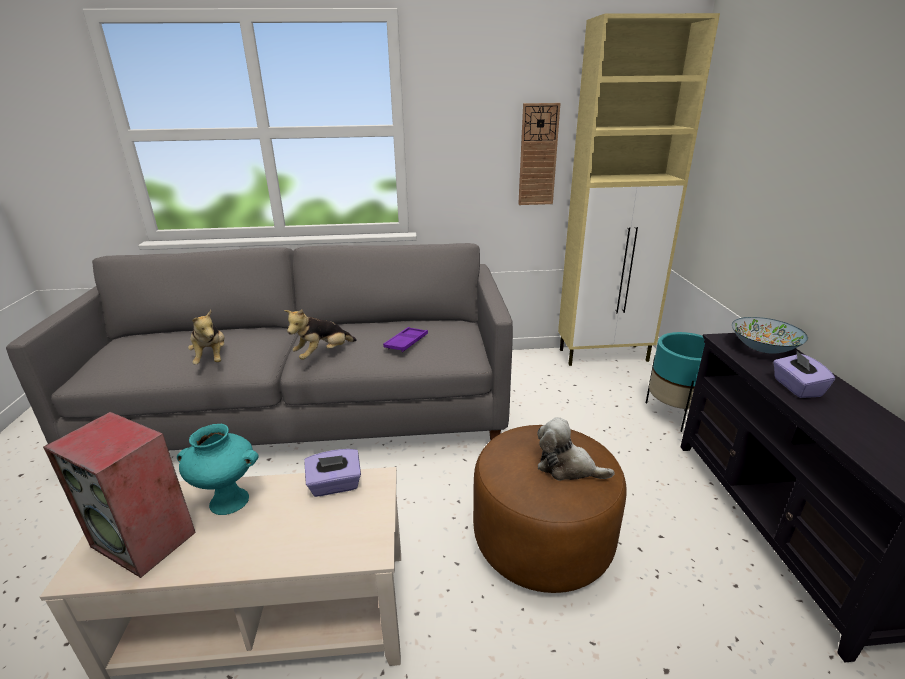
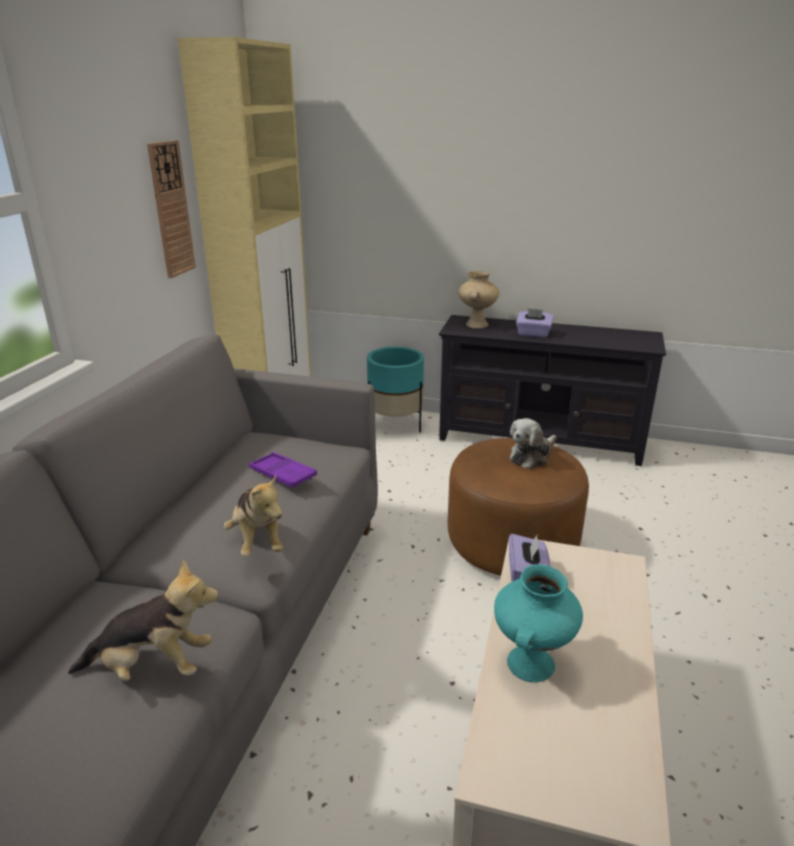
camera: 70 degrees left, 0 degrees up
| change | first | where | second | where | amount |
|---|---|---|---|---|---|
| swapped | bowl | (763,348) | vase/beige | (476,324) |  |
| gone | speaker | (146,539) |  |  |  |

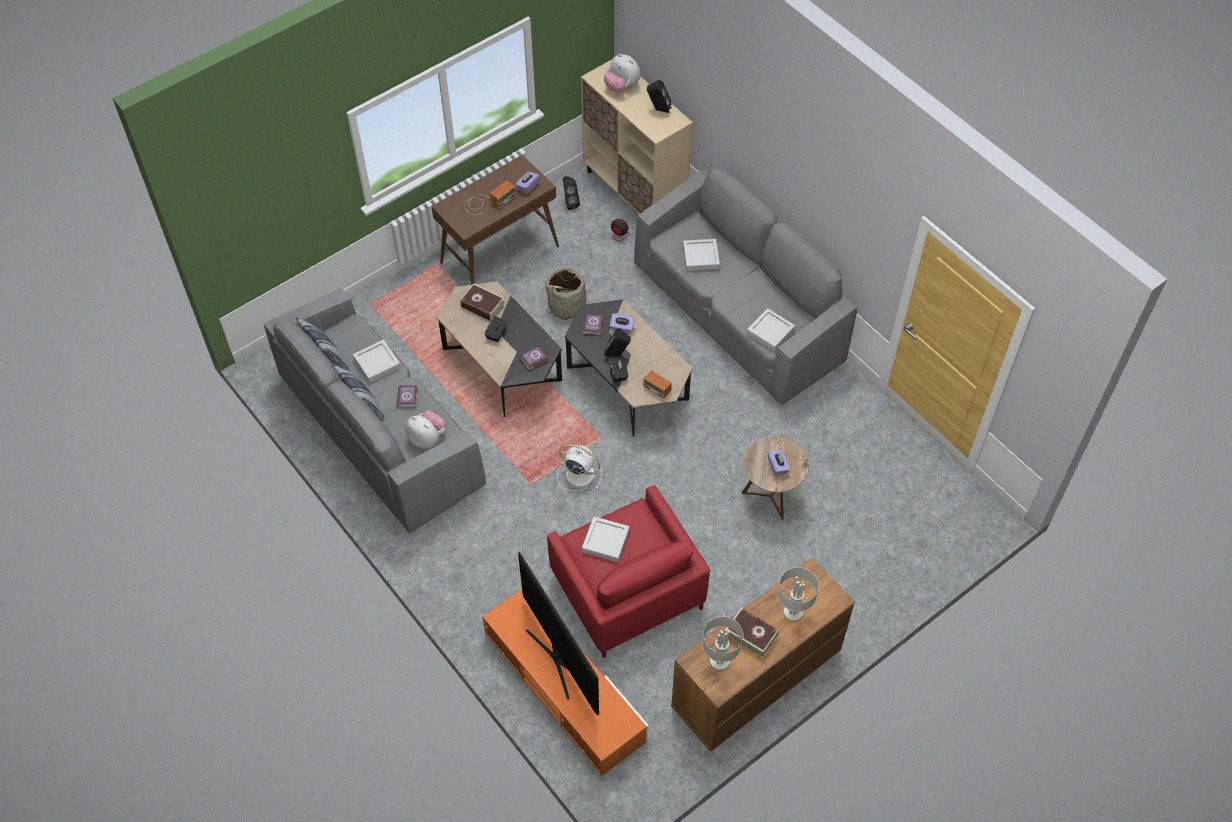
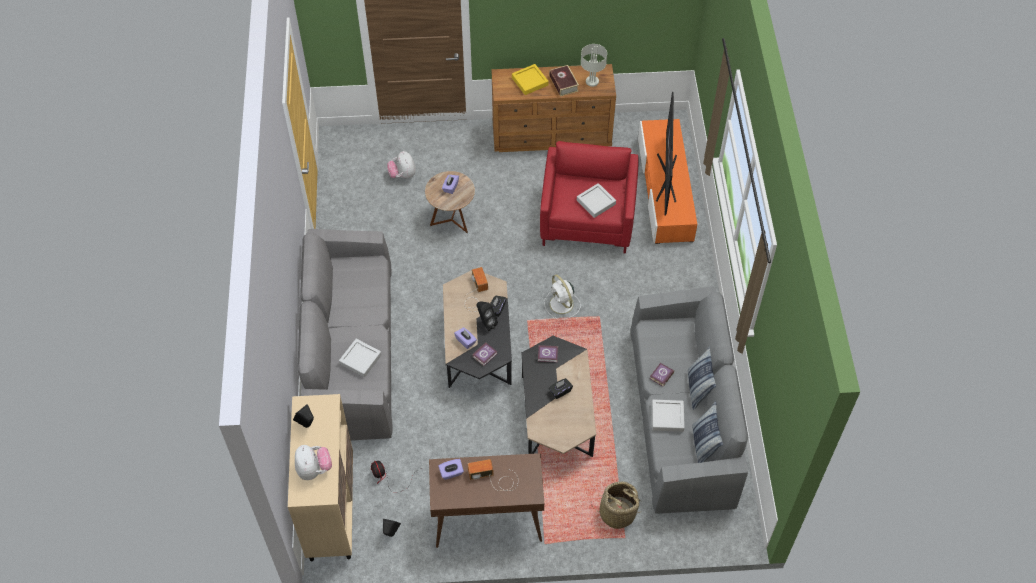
camera: 145 degrees left, 0 degrees up
| change | first | where | second | where | amount |
|---|---|---|---|---|---|
| shifted | plush toy | (427,439) |  | (402,175) |  |
| swapped | table lamp/grey | (793,612) | tray/yellow | (530,81) |  |
| shifted | basket | (567,305) |  | (617,513) |  |
| gone | book | (482,306) |  |  |  |
| gone | tray/grey | (770,332) |  |  |  |

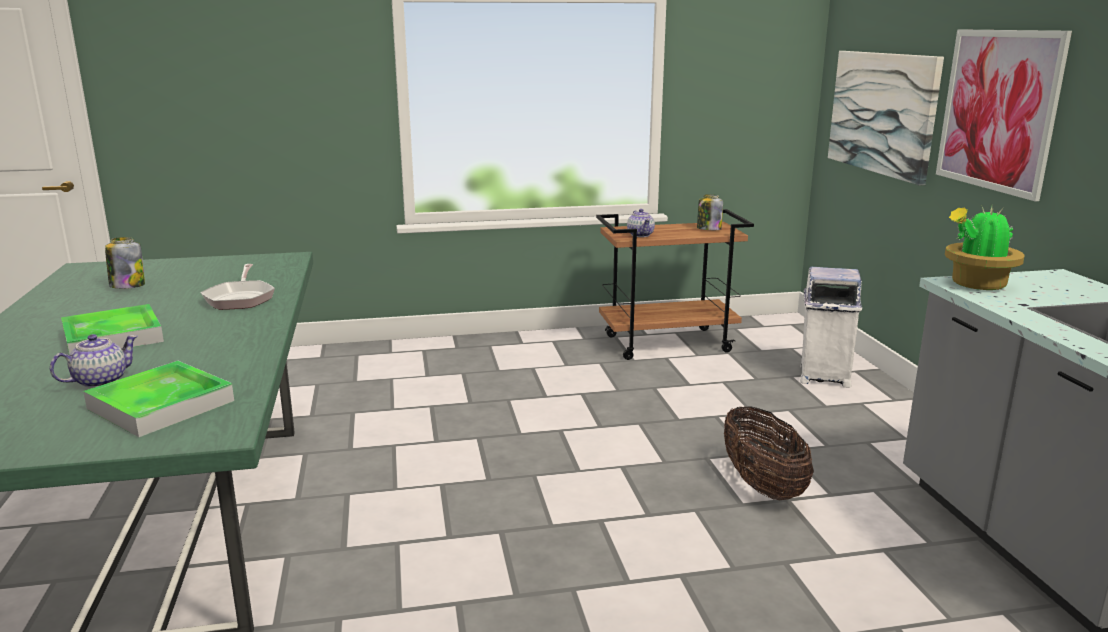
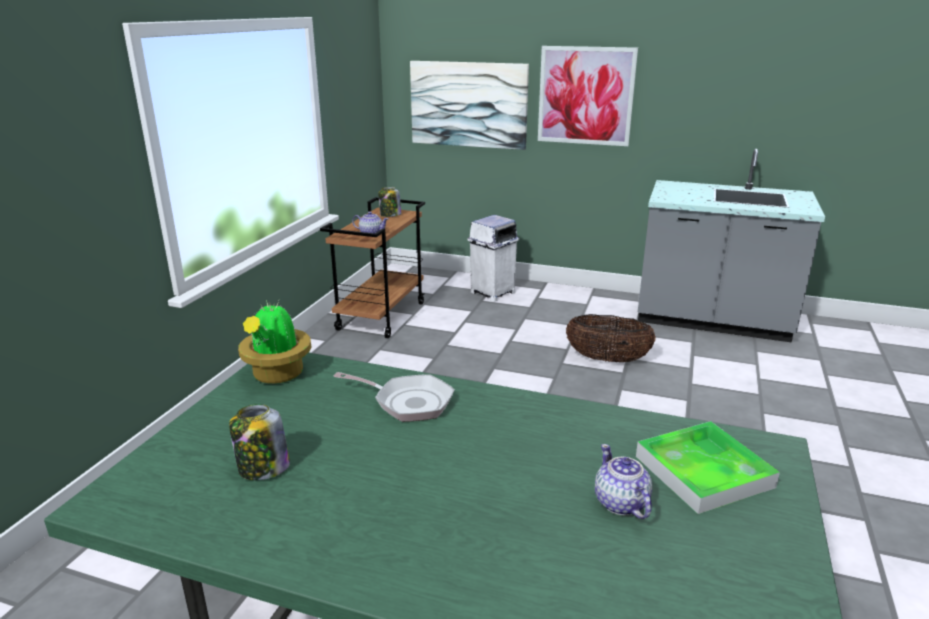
camera: 60 degrees left, 5 degrees up
| change | first | where | second | where | amount |
|---|---|---|---|---|---|
| shifted | potted plant | (976,285) |  | (277,375) |  |
| gone | tray | (113,337) |  |  |  |

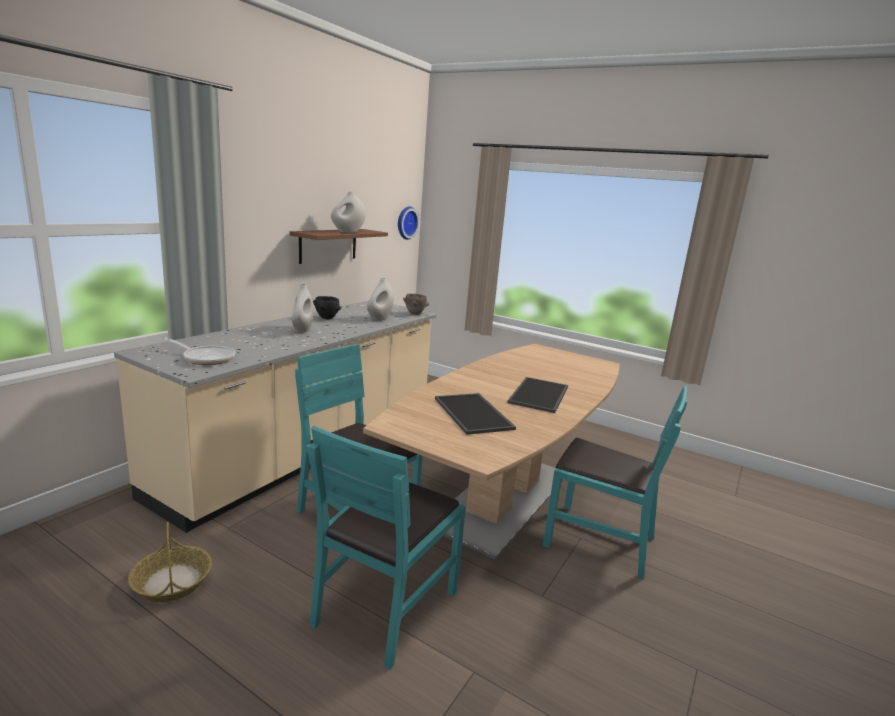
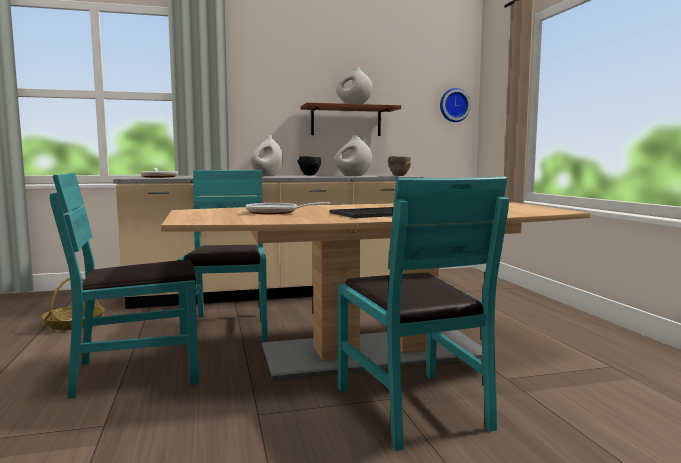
camera: 45 degrees right, 10 degrees down
| change | first | where | second | where | amount |
|---|---|---|---|---|---|
| swapped | tray | (474,413) | frying pan | (276,213) |  |

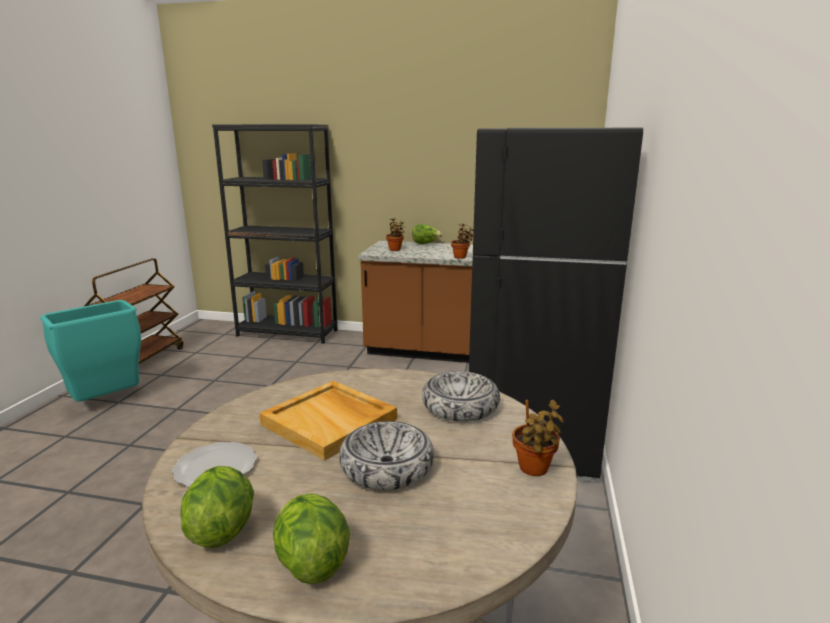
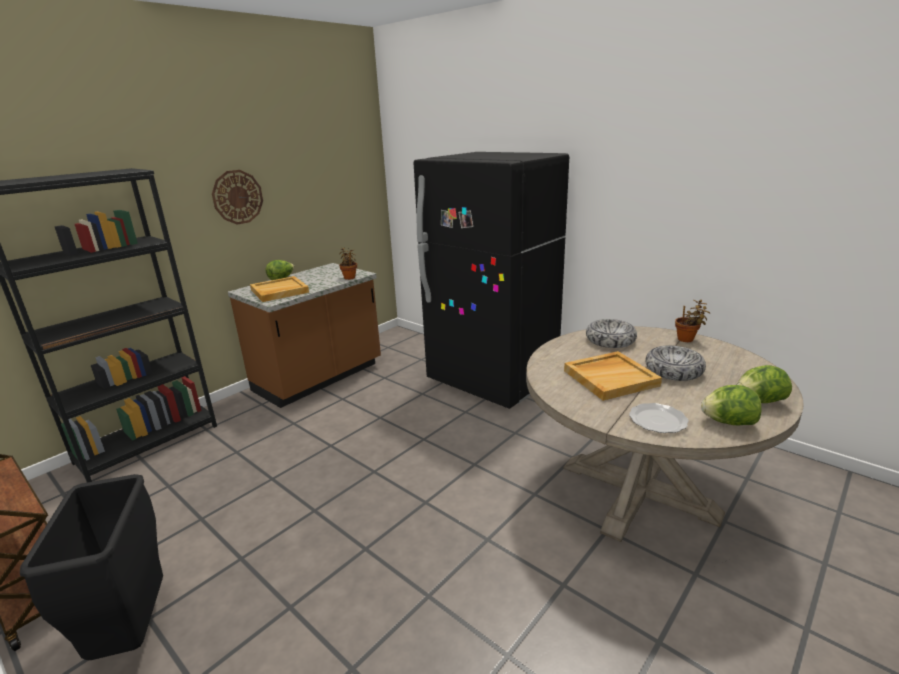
camera: 60 degrees left, 5 degrees up
| change | first | where | second | where | amount |
|---|---|---|---|---|---|
| repainted | trash can/turquoise | (107,402) | trash can/black | (132,632) |  |
| new |  |  | wall clock | (237,197) |  |
| swapped | potted plant | (395,249) | tray/beige | (279,291) |  |

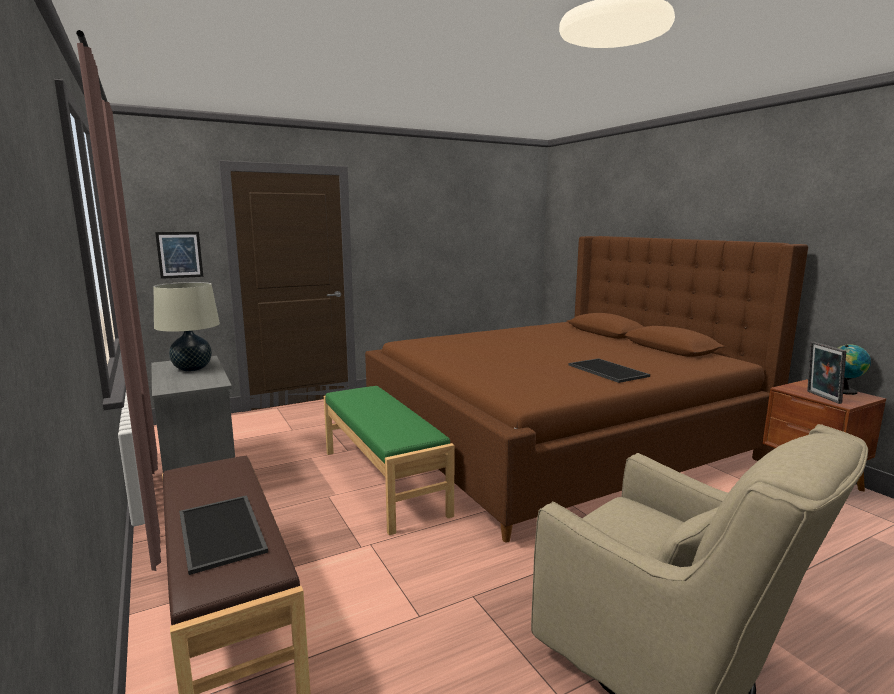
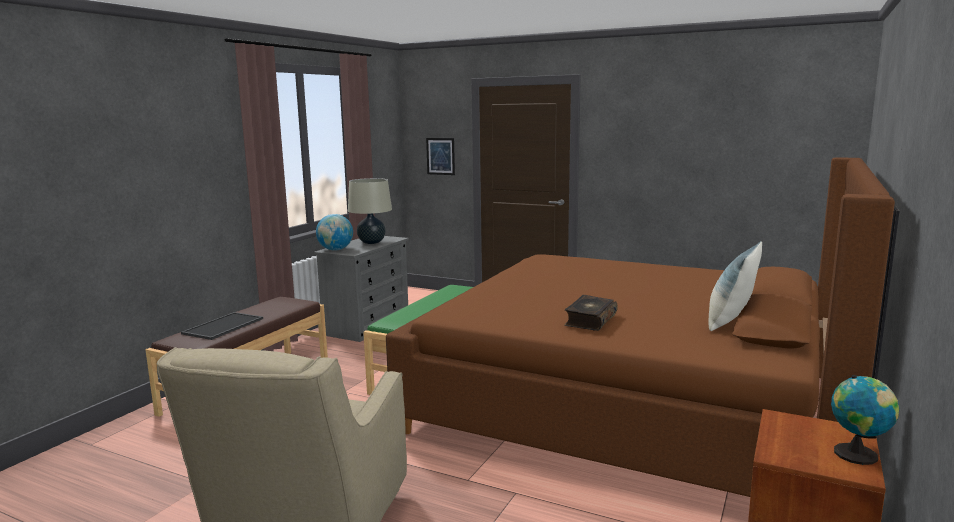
camera: 55 degrees right, 0 degrees up
| change | first | where | second | where | amount |
|---|---|---|---|---|---|
| new |  |  | globe | (335,250) |  |
| swapped | tray | (606,370) | book | (589,320) |  |
| new |  |  | pillow | (730,322) |  |
| gone | picture frame | (821,397) |  |  |  |

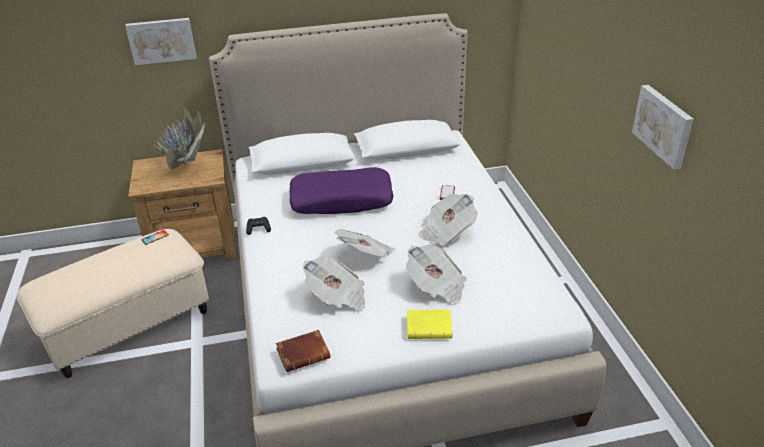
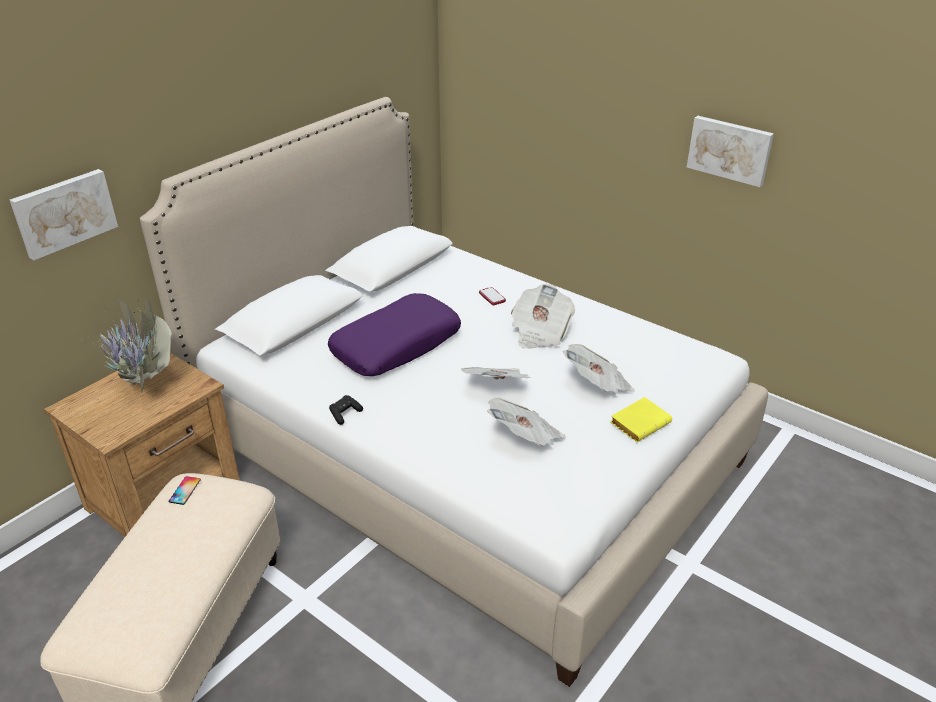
camera: 40 degrees left, 0 degrees up
| change | first | where | second | where | amount |
|---|---|---|---|---|---|
| gone | book/brown | (304,353) |  |  |  |

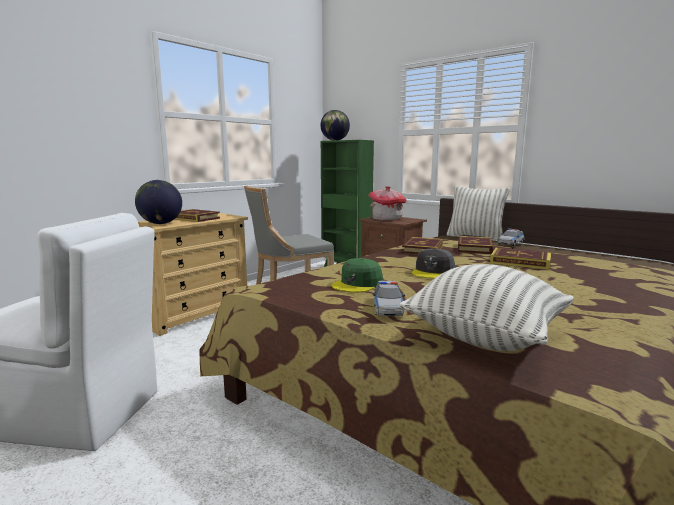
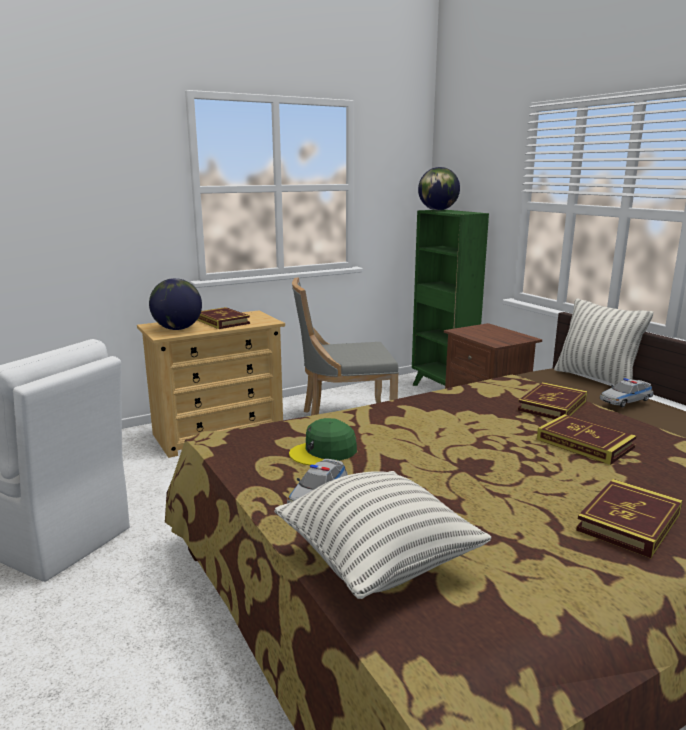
camera: 20 degrees right, 5 degrees up
| change | first | where | second | where | amount |
|---|---|---|---|---|---|
| shifted | book | (423,249) |  | (629,522) |  |
| gone | toy house | (386,218) |  |  |  |
| gone | cap/grey | (433,272) |  |  |  |

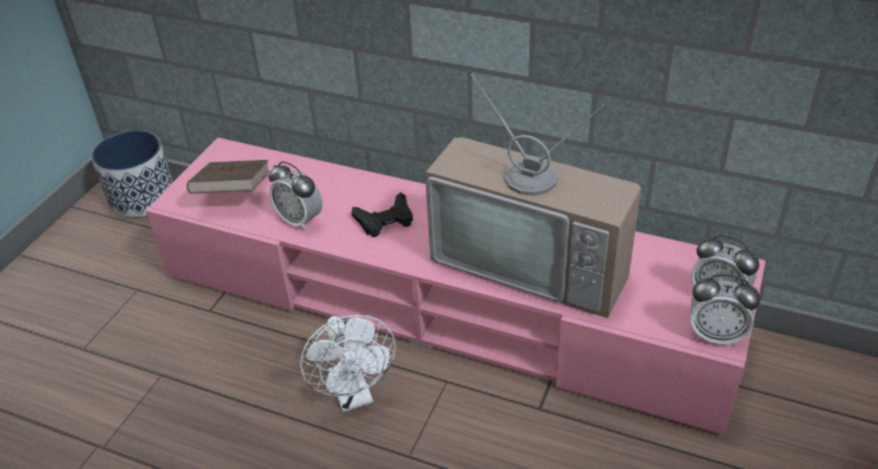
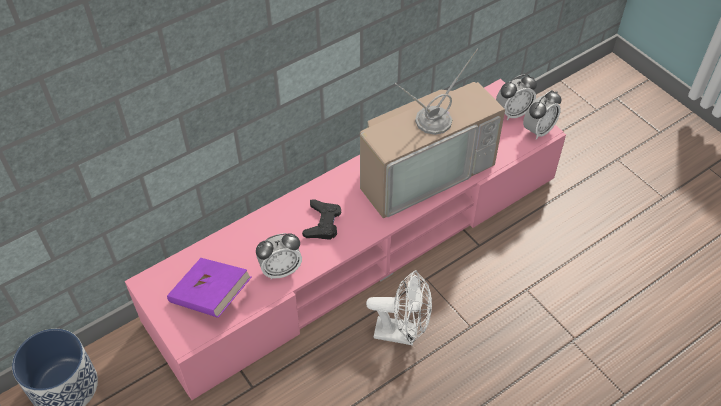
camera: 60 degrees left, 10 degrees up
| change | first | where | second | where | amount |
|---|---|---|---|---|---|
| repainted | book/brown | (233,193) | book/purple | (211,297) |  |

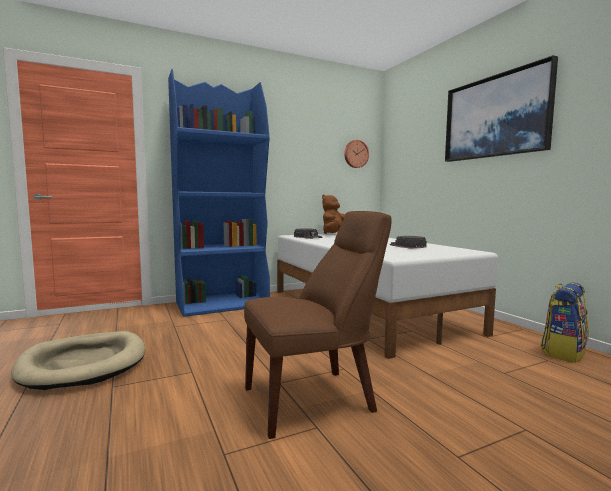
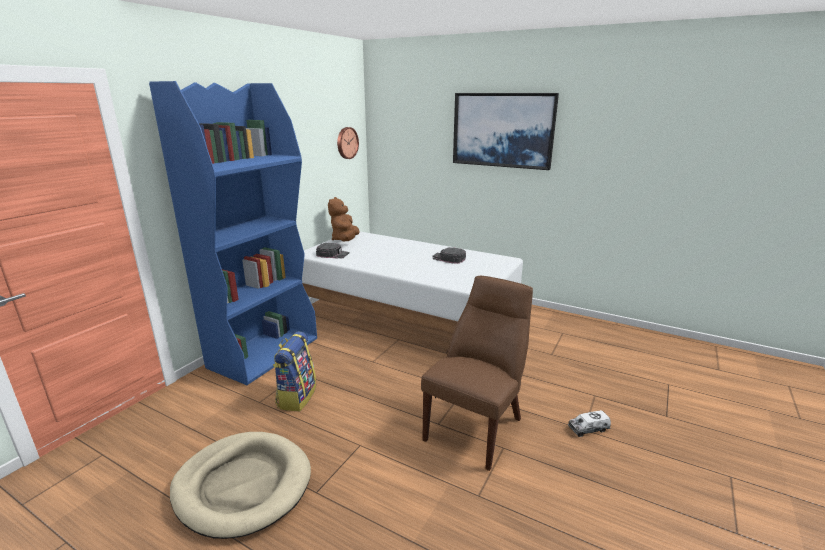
camera: 35 degrees left, 15 degrees up
| change | first | where | second | where | amount |
|---|---|---|---|---|---|
| shifted | backpack | (563,352) |  | (296,397) |  |
| new |  |  | toy truck | (588,429) |  |

